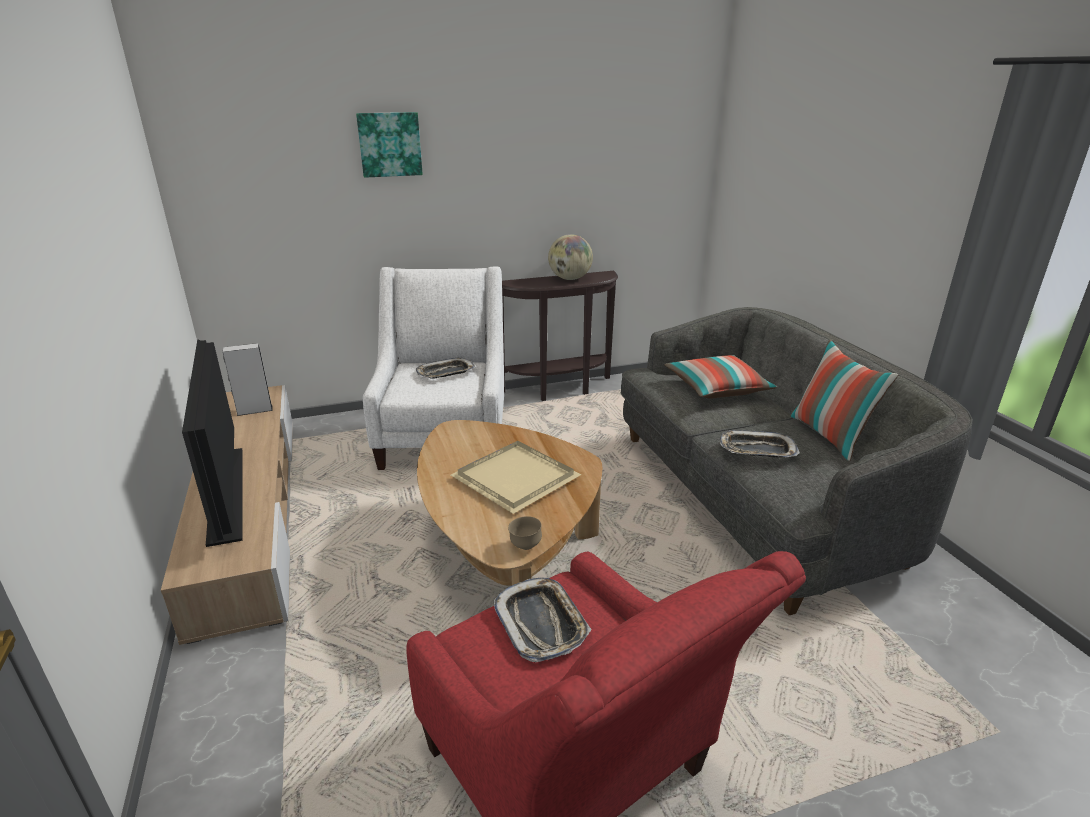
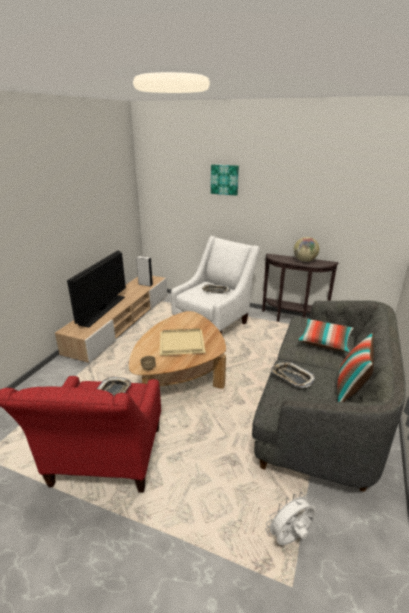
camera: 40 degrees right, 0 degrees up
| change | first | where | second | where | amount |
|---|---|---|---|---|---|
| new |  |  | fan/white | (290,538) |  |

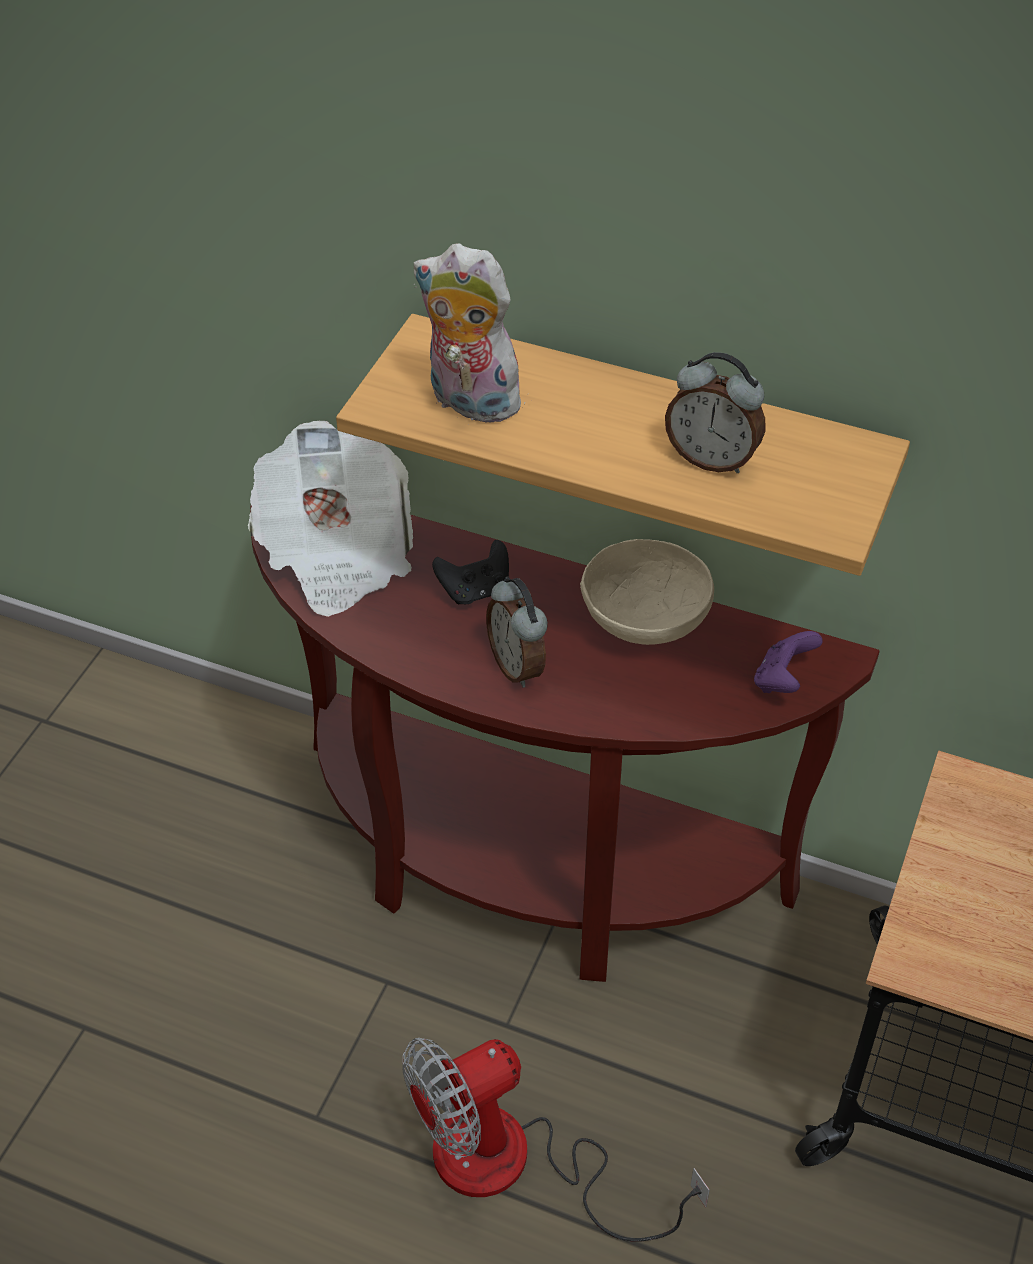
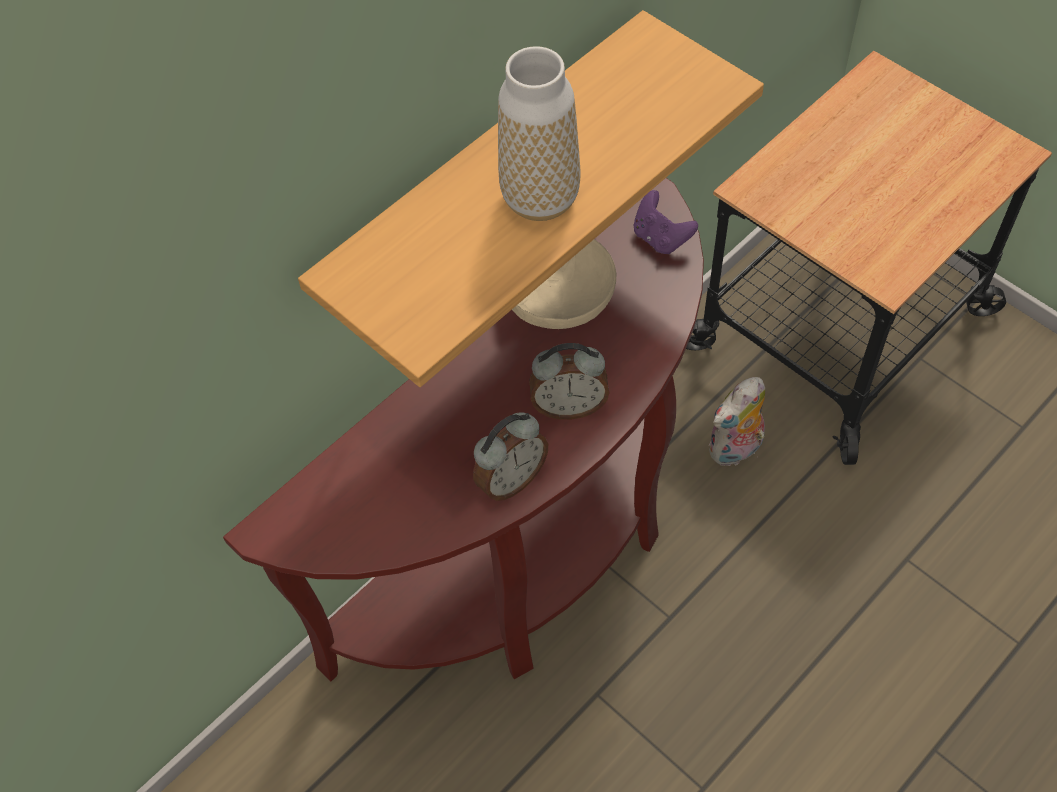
camera: 65 degrees left, 10 degrees up
| change | first | where | second | where | amount |
|---|---|---|---|---|---|
| shifted | alarm clock | (712,459) |  | (511,479) |  |
| new |  |  | vase | (540,199) |  |
| shifted | plush toy | (468,402) |  | (736,450) |  |
| gone | newspaper | (336,552) |  |  |  |
| gone | fan | (515,1165) |  |  |  |
| gone | game controller/black | (475,590) |  |  |  |

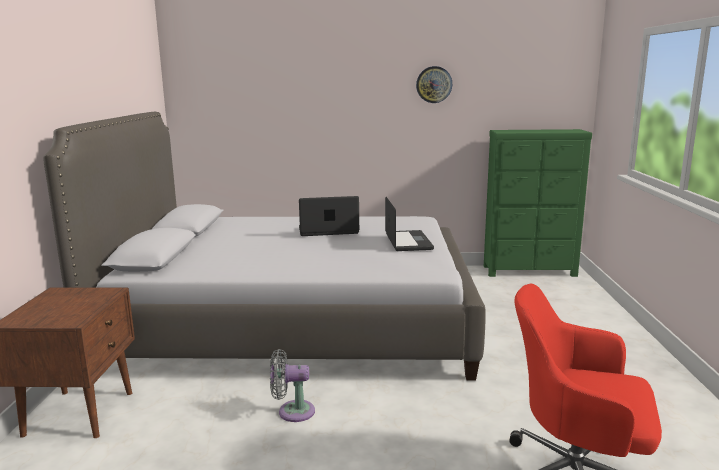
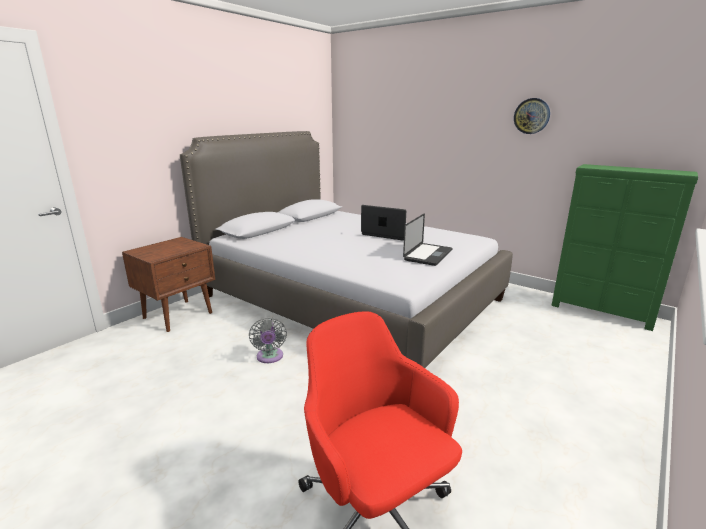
camera: 35 degrees right, 5 degrees up
| change | first | where | second | where | amount |
|---|---|---|---|---|---|
| rotated | fan/grey | (292,411) |  | (270,357) | 135 degrees counterclockwise |

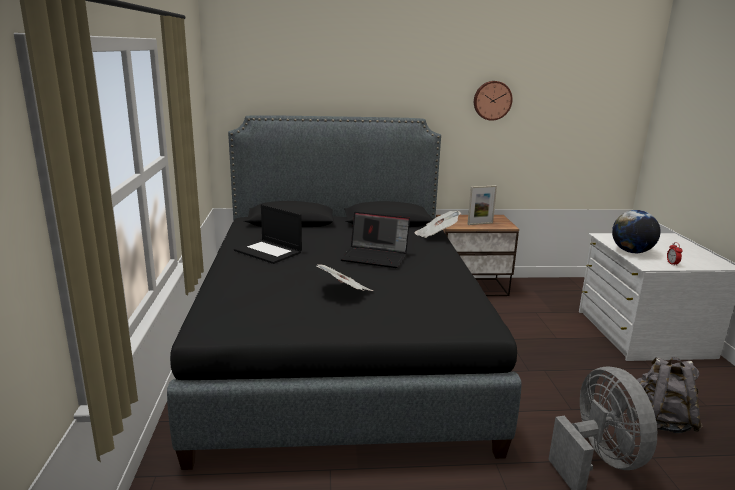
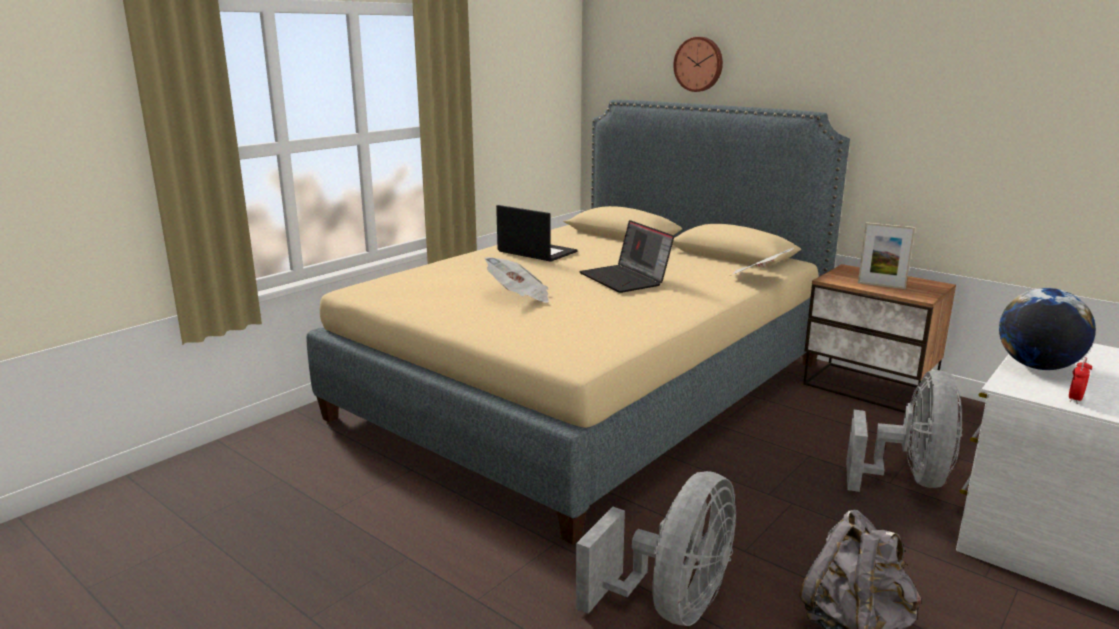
camera: 45 degrees right, 0 degrees up
| change | first | where | second | where | amount |
|---|---|---|---|---|---|
| repainted | bed/black | (338,347) | bed/beige | (588,388) |  |
| rotated | laptop | (269,251) |  | (536,252) | 135 degrees clockwise |
| shifted | wall clock | (492,100) |  | (699,64) |  |
| new |  |  | fan/grey | (908,479) |  |

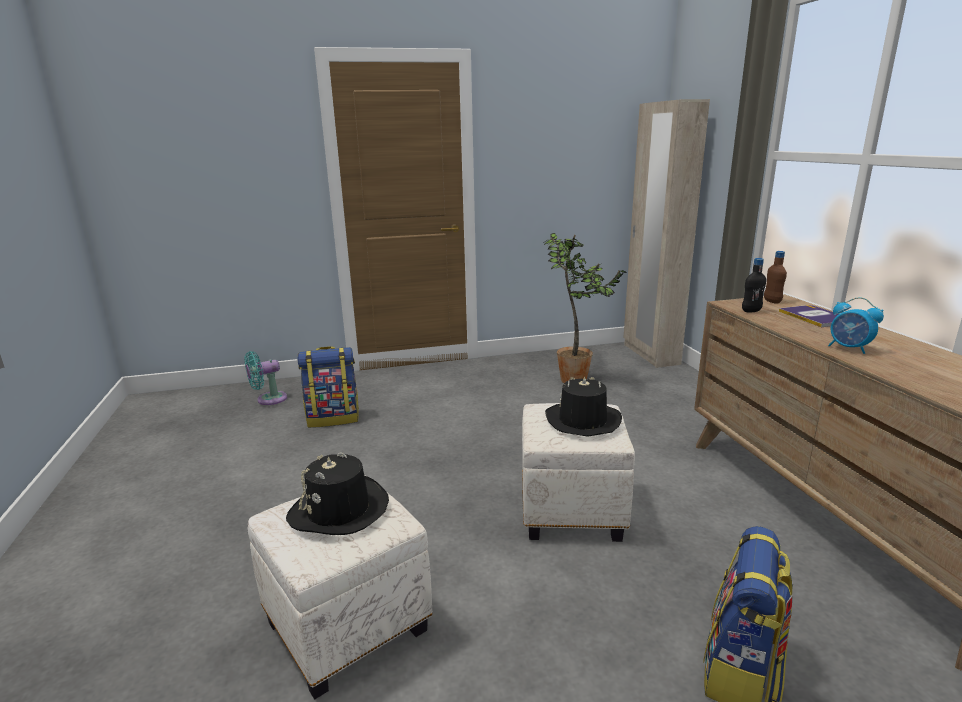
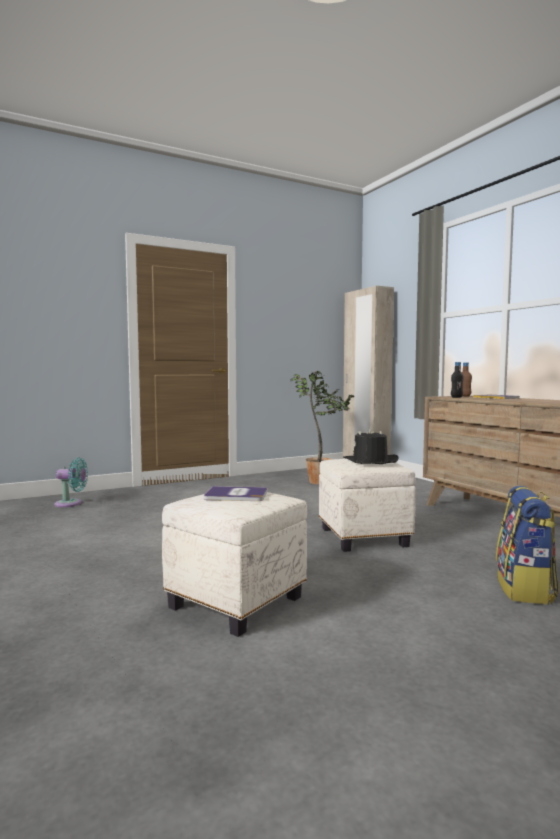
camera: 15 degrees left, 15 degrees down
| change | first | where | second | where | amount |
|---|---|---|---|---|---|
| rotated | fan/turquoise | (268,399) |  | (71,503) | 135 degrees counterclockwise |
| swapped | hat/black | (339,510) | book | (236,495) |  |
| gone | backpack | (333,418) |  |  |  |
| gone | alarm clock | (849,348) |  |  |  |

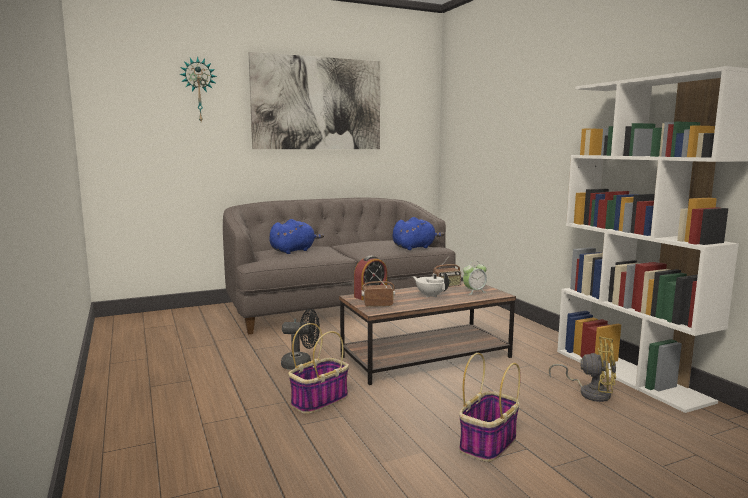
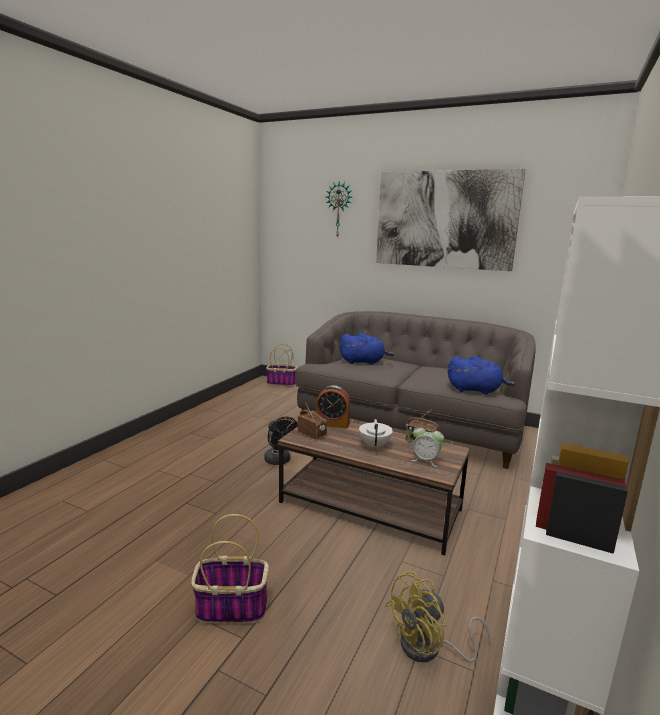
camera: 50 degrees right, 5 degrees up
| change | first | where | second | where | amount |
|---|---|---|---|---|---|
| shifted | basket | (320,400) |  | (282,383) |  |
| rotated | fan/yellow | (590,392) |  | (429,649) | 75 degrees clockwise |

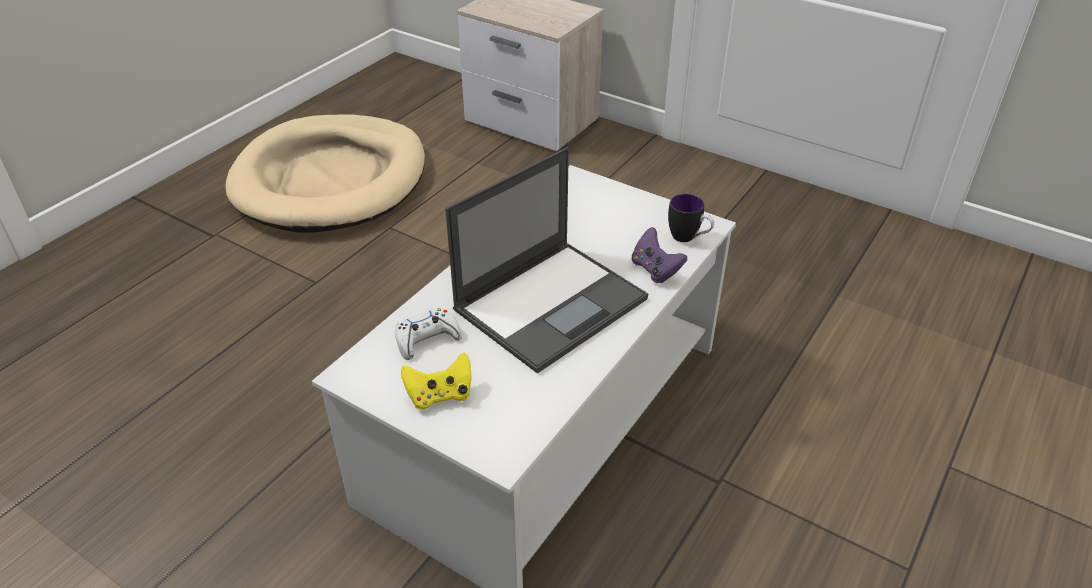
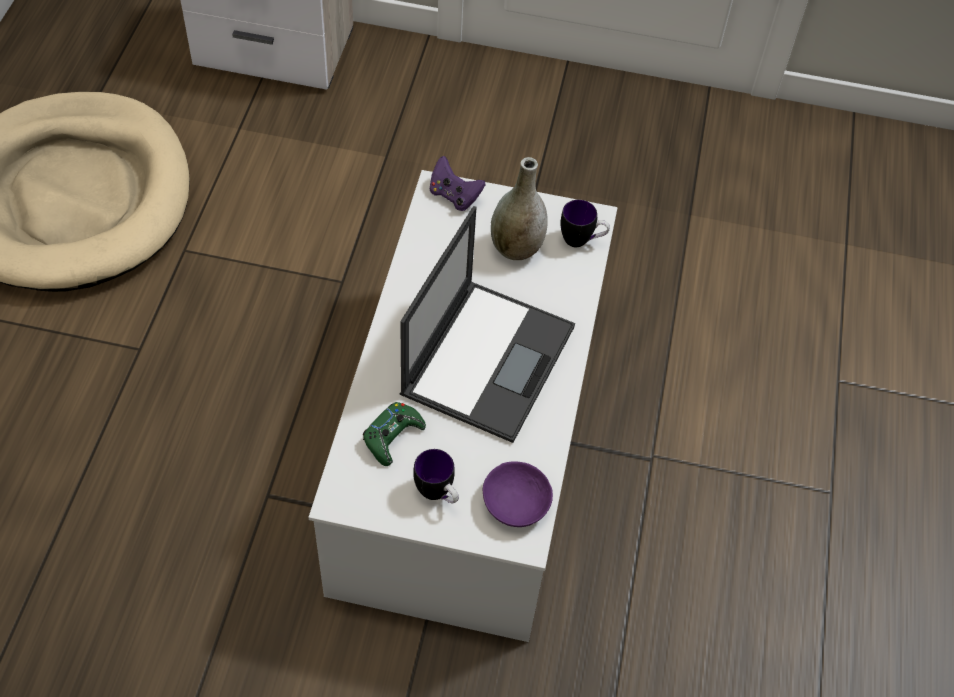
camera: 25 degrees left, 15 degrees up
| change | first | where | second | where | amount |
|---|---|---|---|---|---|
| repainted | game controller/white | (427,339) | game controller/green | (392,437) |  |
| swapped | game controller/yellow | (440,396) | mug | (438,495) |  |
| shifted | game controller/purple | (655,270) |  | (454,196) |  |
| new |  |  | bowl/purple | (513,503) |  |
| new |  |  | vase/grey | (516,248) |  |

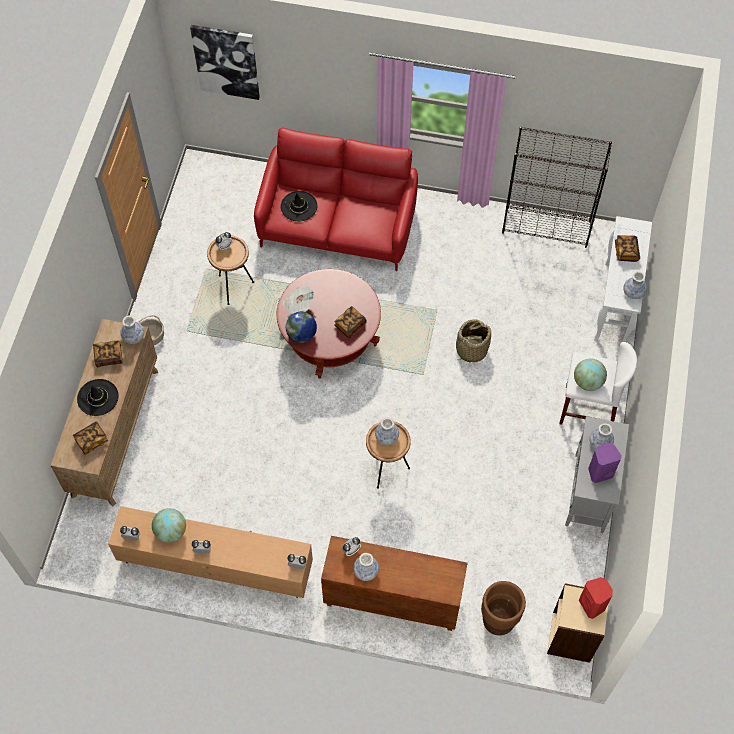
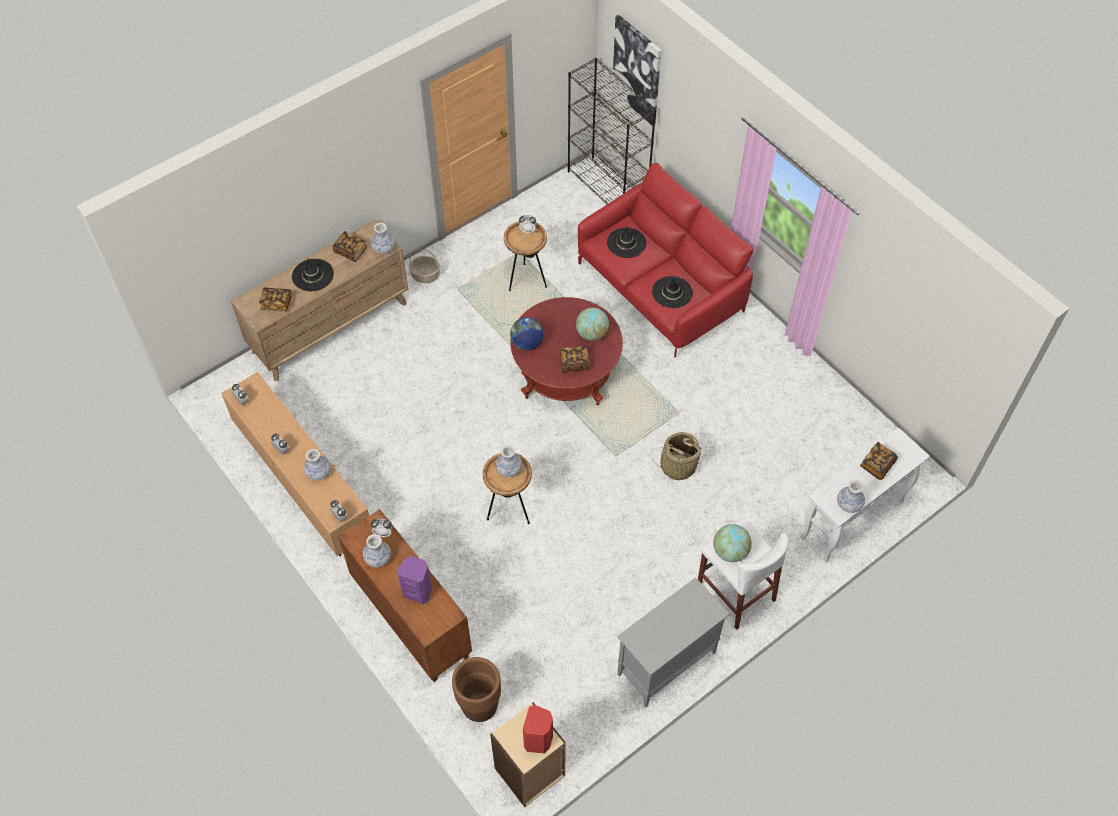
camera: 40 degrees right, 5 degrees down
| change | first | where | second | where | amount |
|---|---|---|---|---|---|
| shifted | vase | (600,443) |  | (318,473) |  |
| shifted | speaker/purple | (600,472) |  | (418,591) |  |
| shifted | bookcase/black | (547,227) |  | (608,189) |  |
| shifted | globe | (171,531) |  | (592,334) |  |
| new |  |  | hat/black | (672,292) |  |
| gone | newspaper | (298,305) |  |  |  |

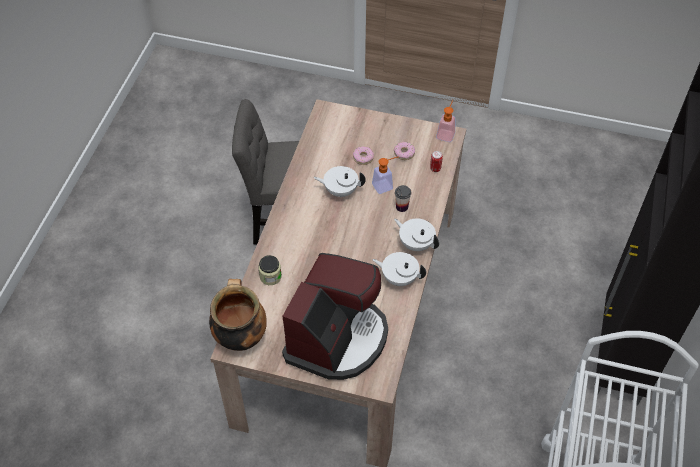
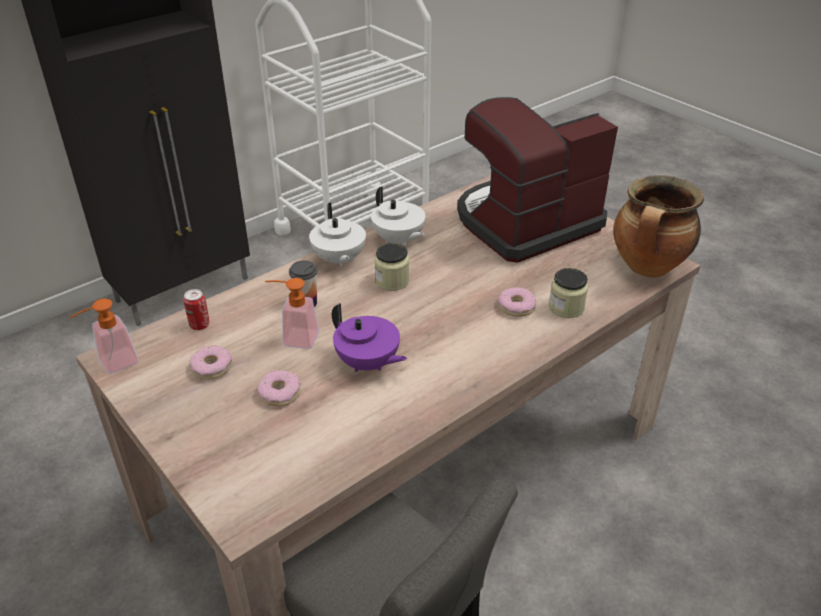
camera: 145 degrees left, 15 degrees down
| change | first | where | second | where | amount |
|---|---|---|---|---|---|
| repainted | teapot/white | (340,190) | teapot/purple | (368,363) |  |
| new |  |  | jar | (392,281) |  |
| new |  |  | donut | (516,307) |  |

